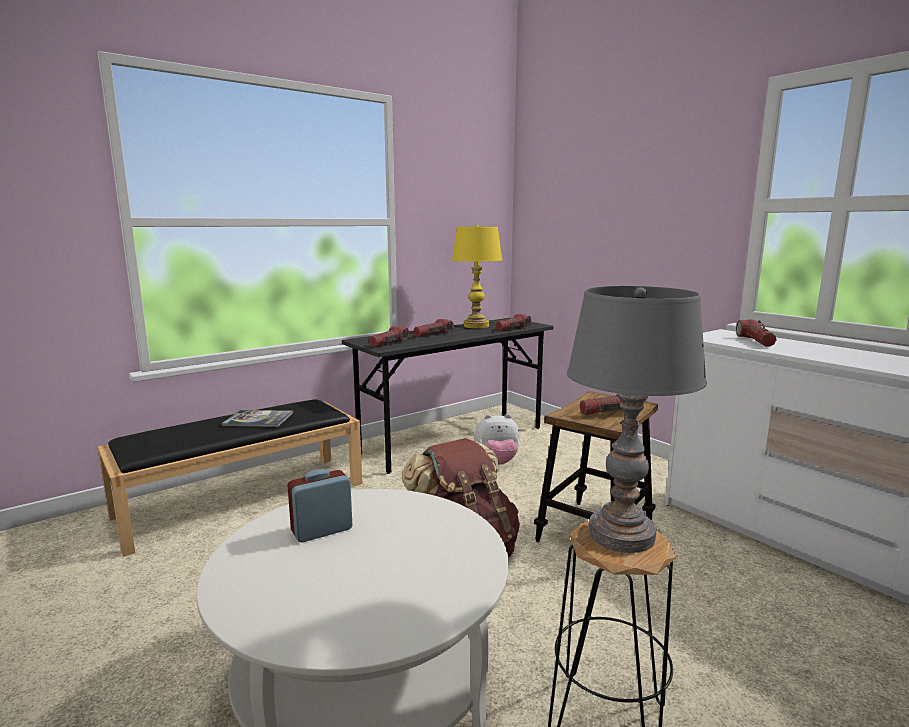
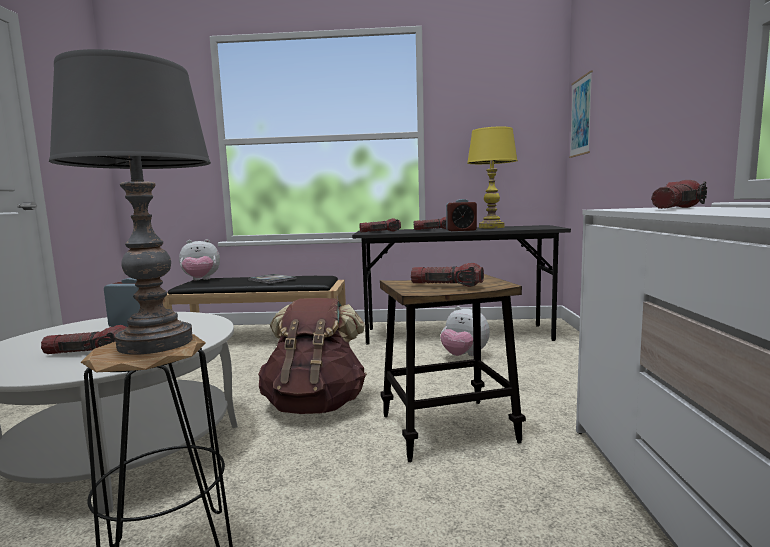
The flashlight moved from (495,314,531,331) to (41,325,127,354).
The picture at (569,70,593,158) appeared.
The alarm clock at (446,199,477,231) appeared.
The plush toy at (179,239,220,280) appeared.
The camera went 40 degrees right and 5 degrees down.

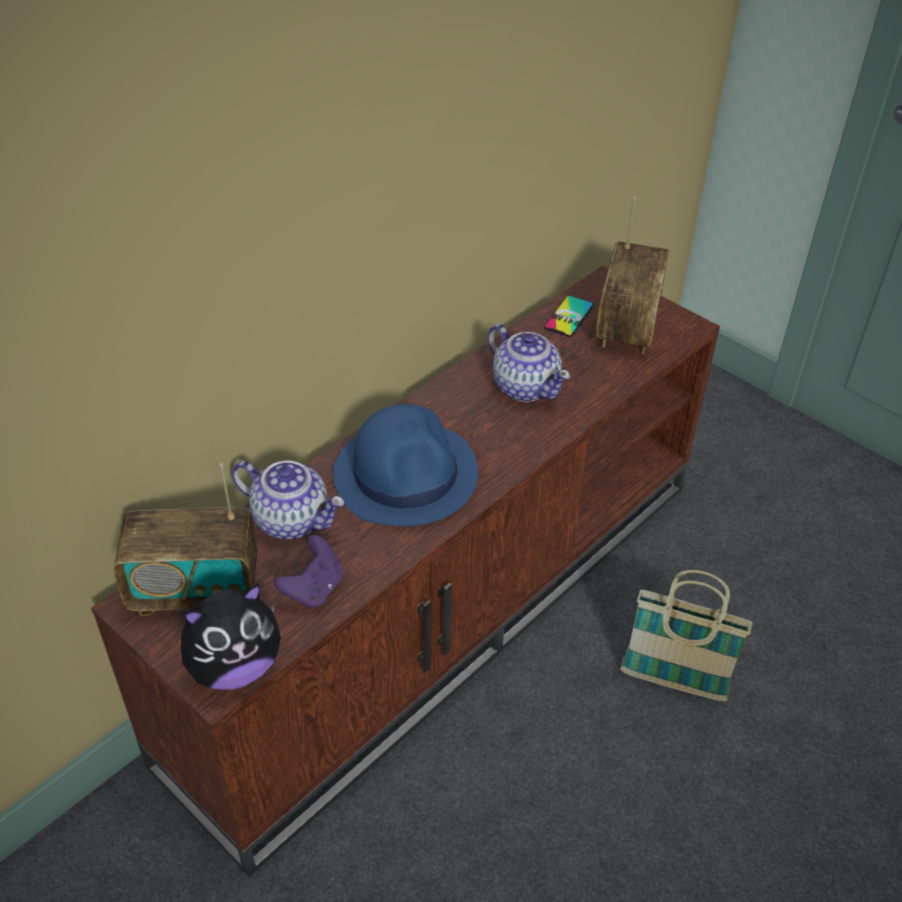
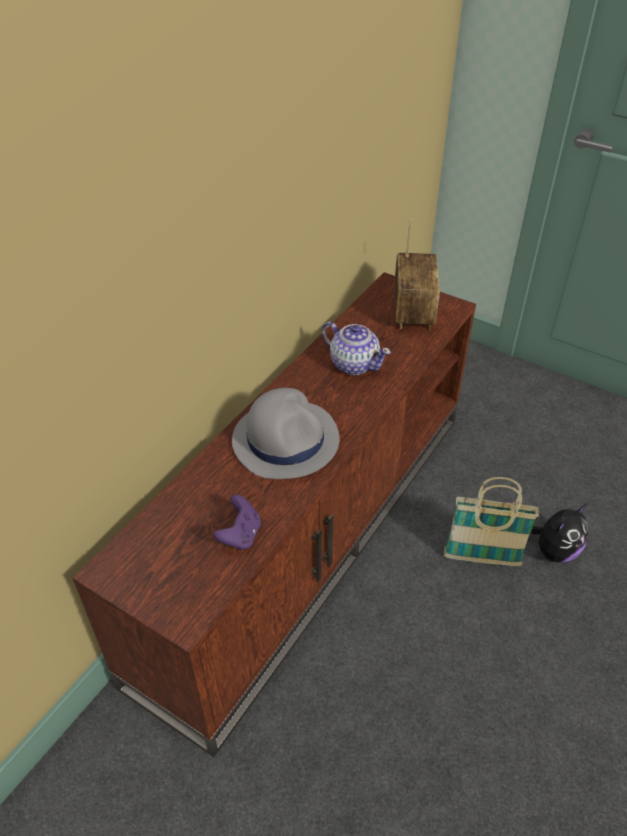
The phone at (544,295,594,337) disappeared.
The blue hat at (333,404,478,526) became the grey hat at (232,388,339,479).
The teapot at (232,461,345,539) disappeared.
The radio at (114,463,258,616) disappeared.
The plush toy moved from (181,583,281,690) to (531,504,589,563).
The camera went 10 degrees left and 0 degrees up.

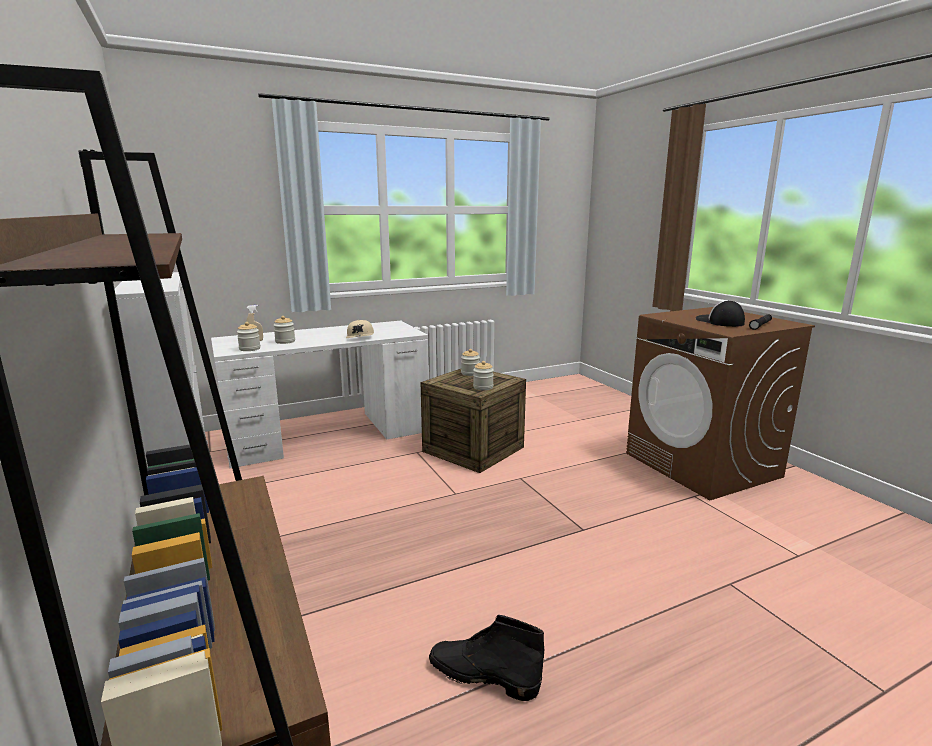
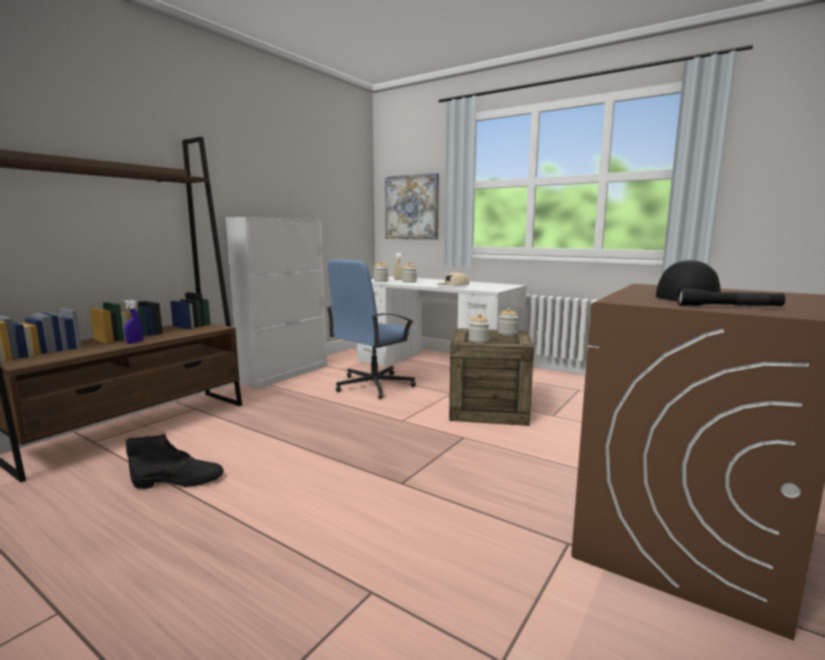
The black boot at (429,615,544,701) turned 90 degrees clockwise.
The picture at (385,173,439,240) appeared.
The blue office chair at (327,259,416,399) appeared.
The blue spray bottle at (123,300,143,344) appeared.
The camera went 60 degrees right and 5 degrees down.

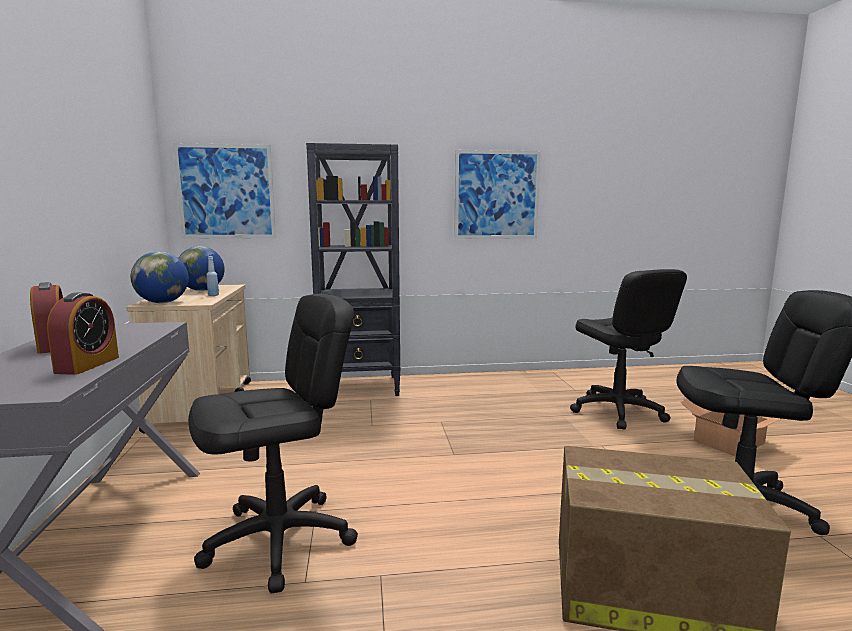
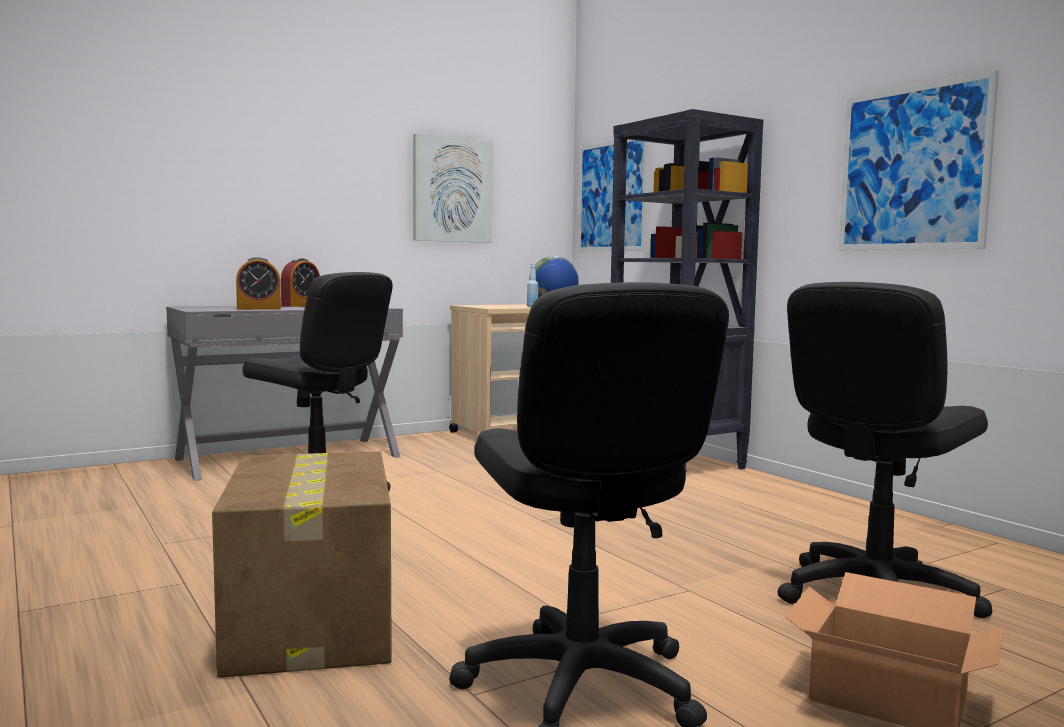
The globe at (131,252,189,303) disappeared.
The picture at (413,133,493,243) appeared.
The camera went 65 degrees right and 5 degrees down.

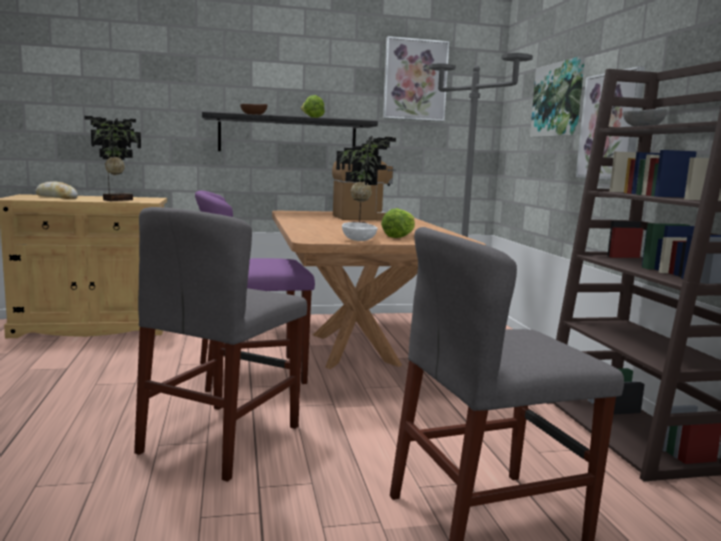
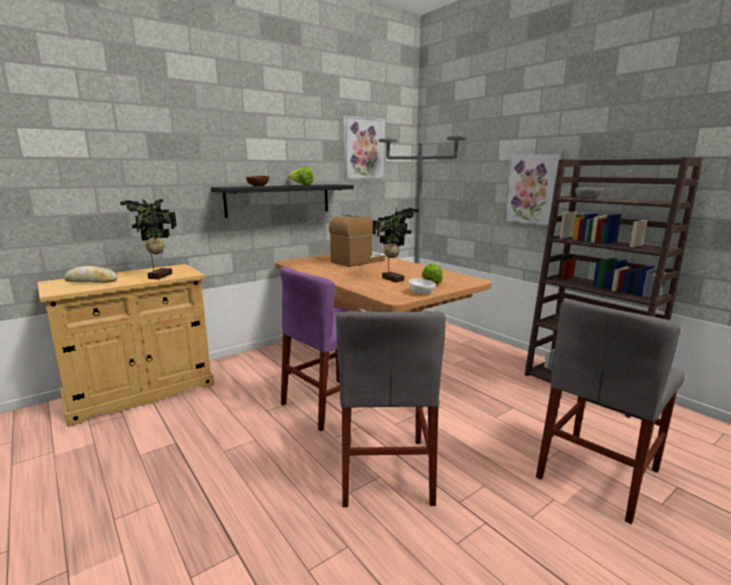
The picture at (530,56,585,137) disappeared.
The camera went 25 degrees left and 5 degrees up.

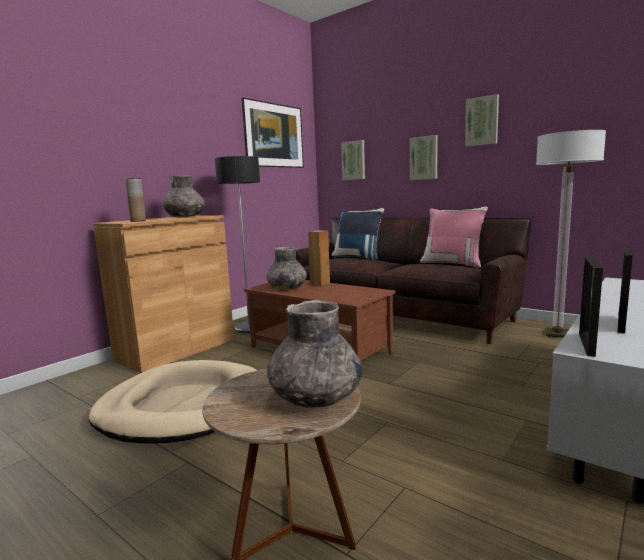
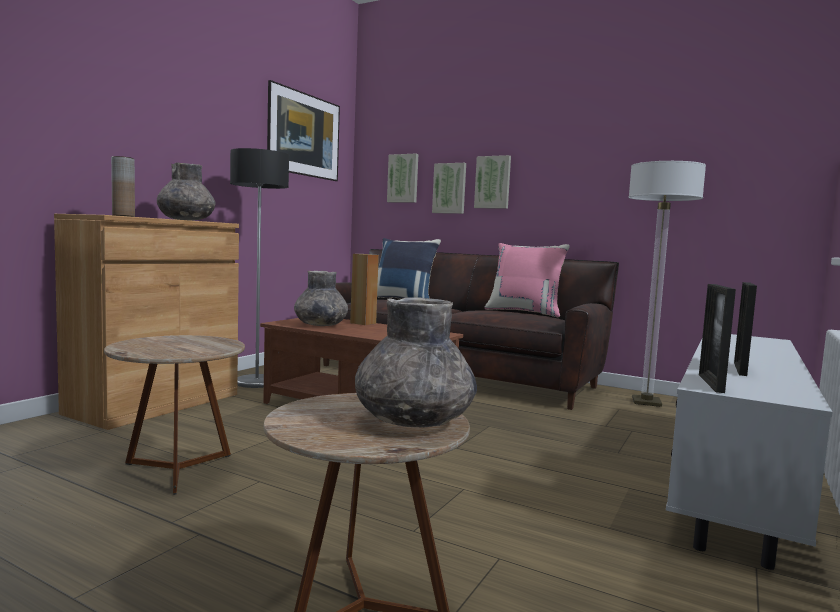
The picture moved from (465,94,499,147) to (432,163,466,214).
The beige dog bed at (88,360,256,443) was replaced by the brown side table at (104,335,245,495).
The camera went 10 degrees left and 5 degrees down.

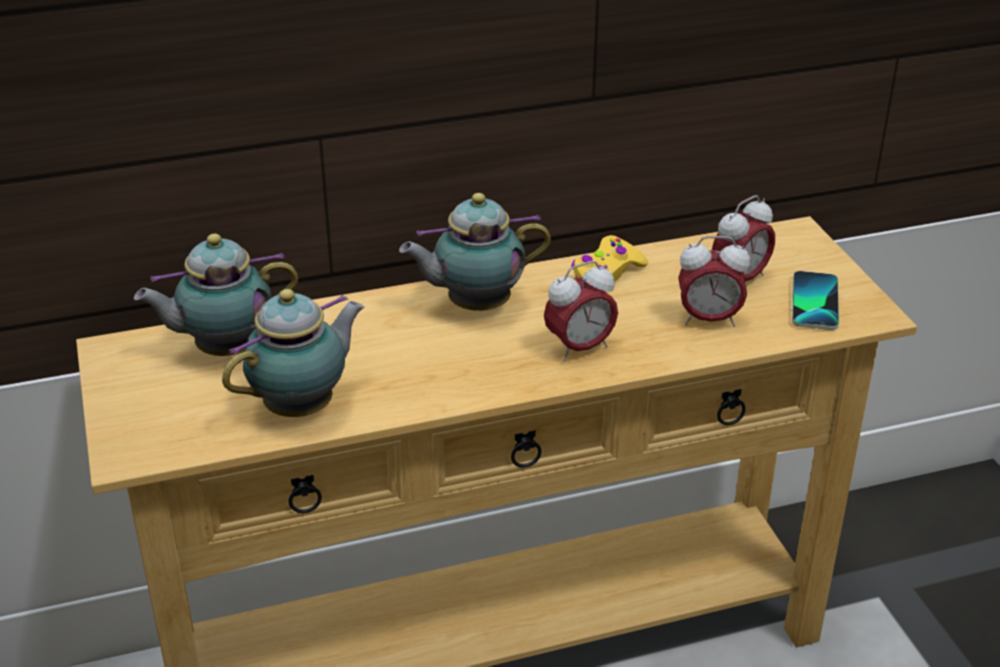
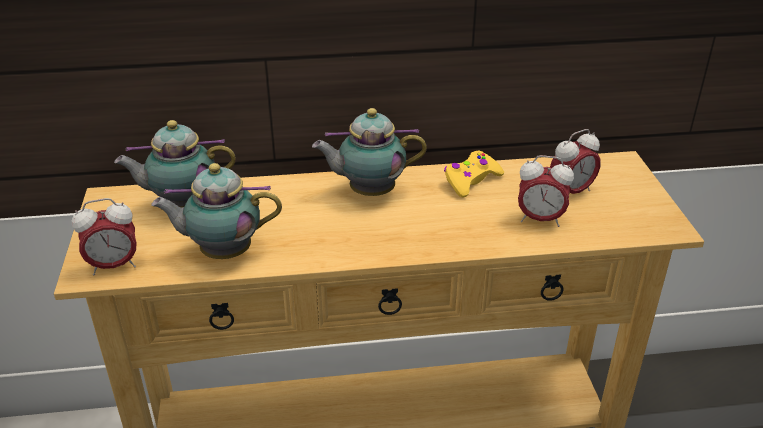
The alarm clock moved from (544,261,618,361) to (72,198,136,276).
The phone at (792,271,839,330) disappeared.
The teapot at (222,289,364,417) turned 150 degrees counterclockwise.
The camera went 10 degrees right and 0 degrees up.

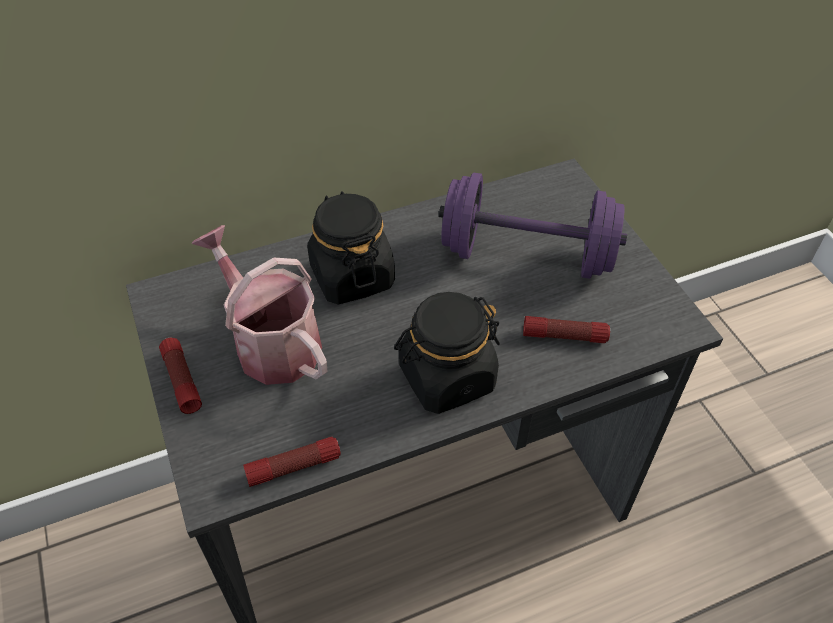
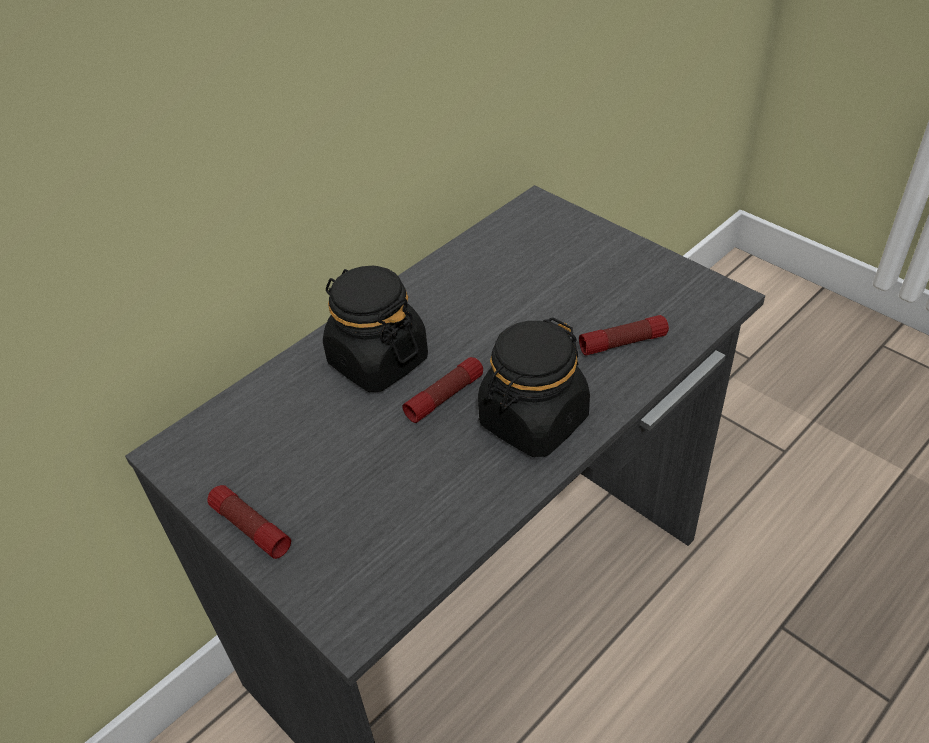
The purple dumbbell at (439,173,627,279) disappeared.
The watering can at (191,225,328,385) disappeared.
The flashlight moved from (243,437,341,487) to (402,357,483,423).
The camera went 20 degrees left and 5 degrees down.

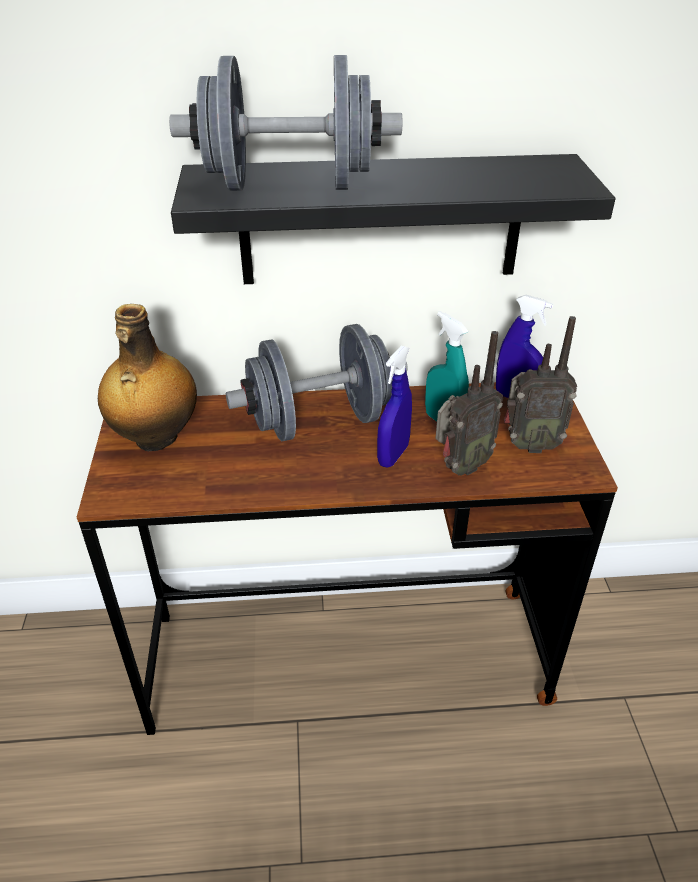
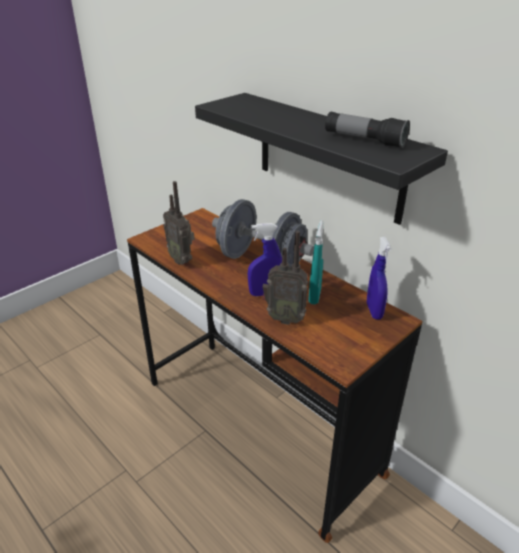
The grey dumbbell at (169,55,402,191) disappeared.
The bottle at (98,304,197,451) disappeared.
The radio moved from (504,316,577,453) to (163,181,195,265).
The flashlight at (325,112,410,148) appeared.
The camera went 50 degrees right and 5 degrees down.

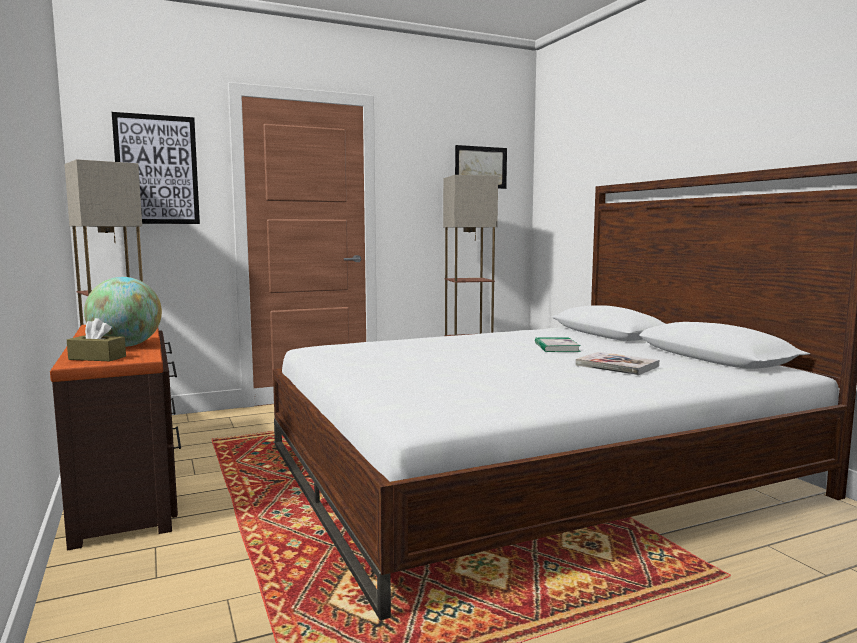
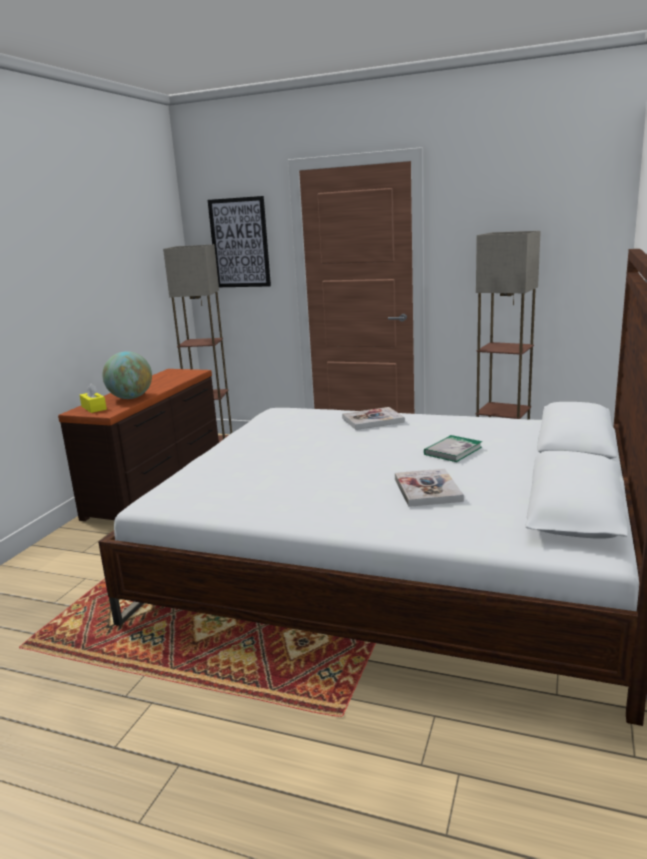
The picture at (455,145,507,189) disappeared.
The brown tissue box at (67,318,126,361) became the yellow tissue box at (80,383,107,413).
The book at (342,407,405,430) appeared.
The camera went 45 degrees right and 10 degrees up.

